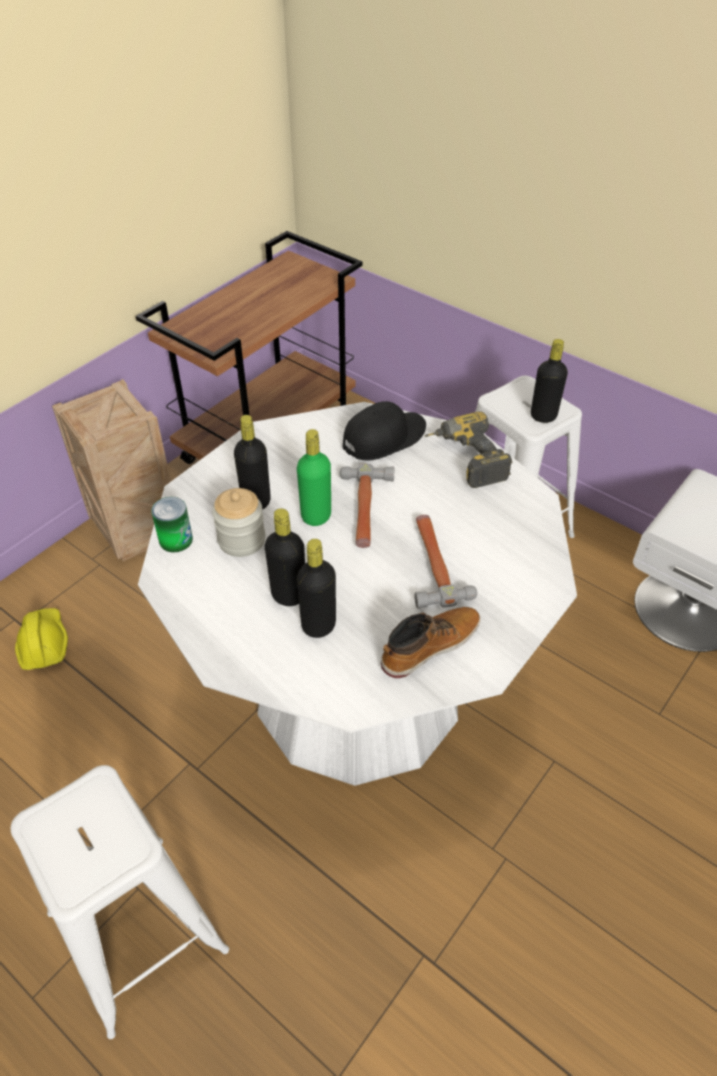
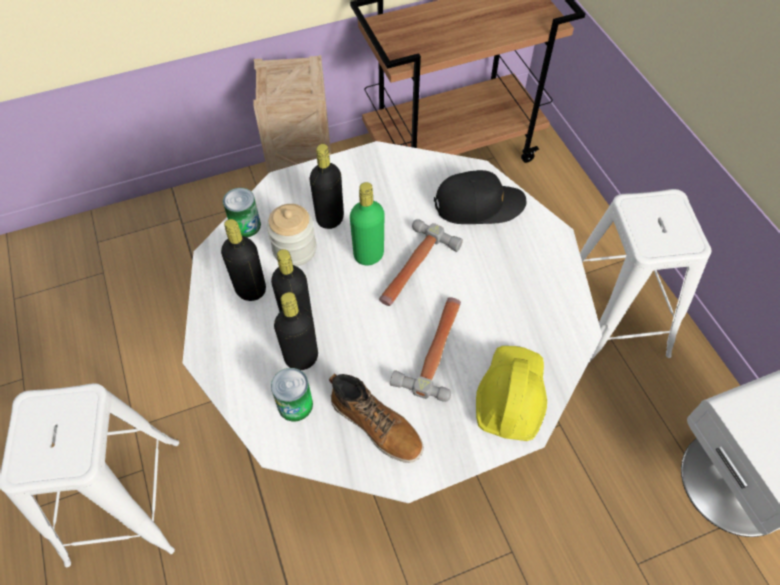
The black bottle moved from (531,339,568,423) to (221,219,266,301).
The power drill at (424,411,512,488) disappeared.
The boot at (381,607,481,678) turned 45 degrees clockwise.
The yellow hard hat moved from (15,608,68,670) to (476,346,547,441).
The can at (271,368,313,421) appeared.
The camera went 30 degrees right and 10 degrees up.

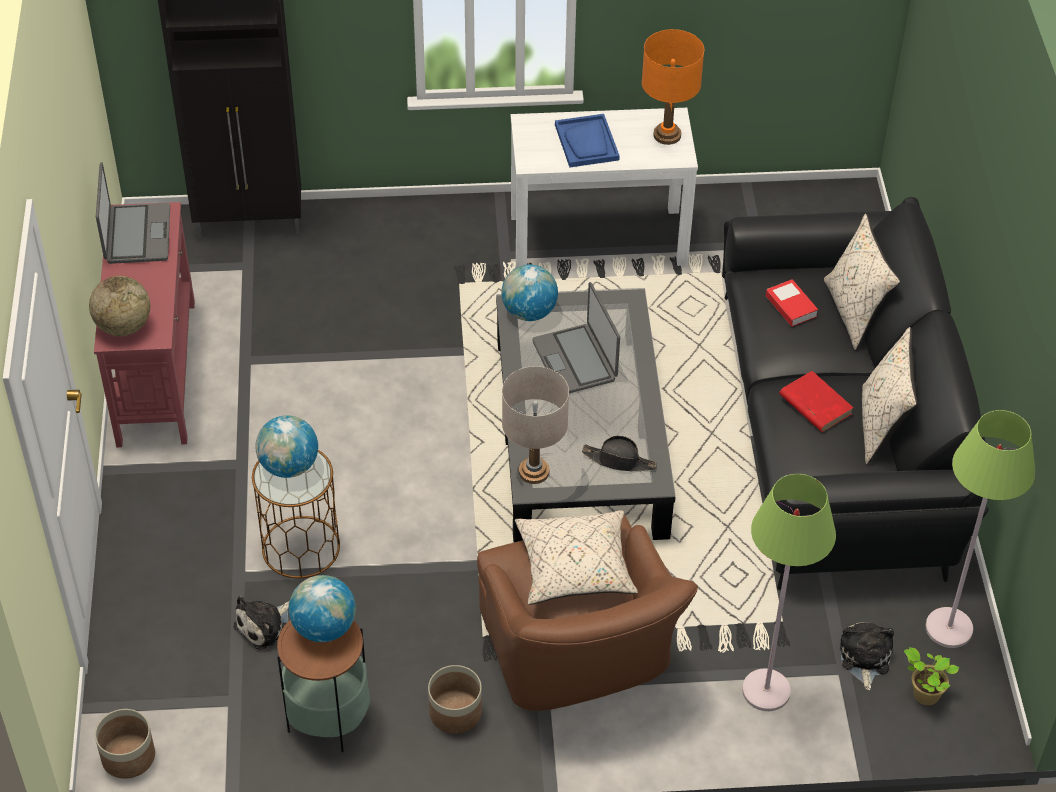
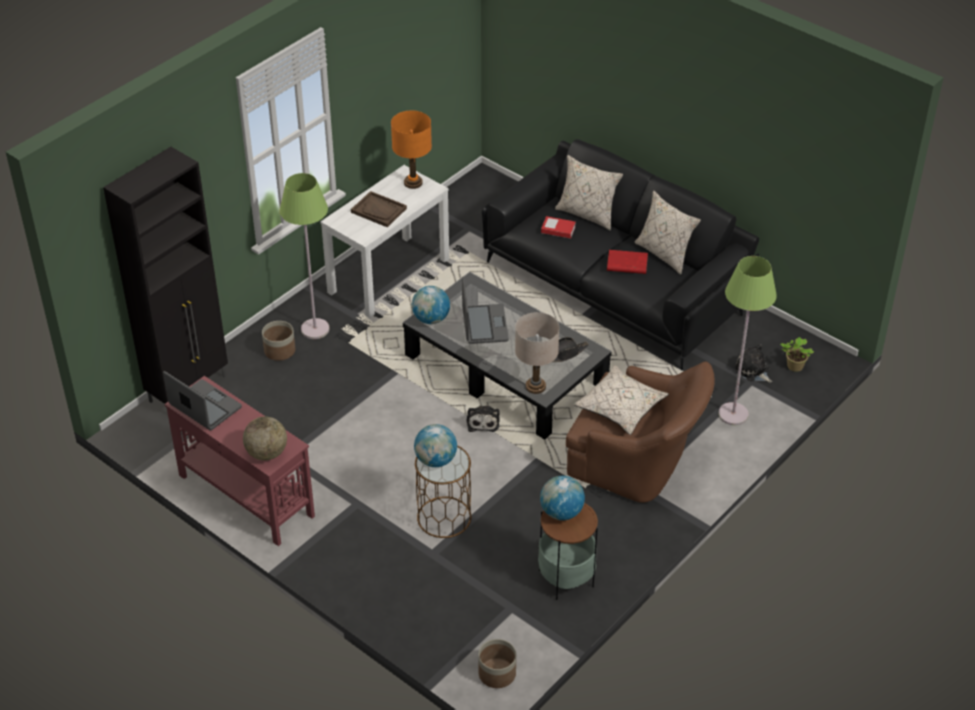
The blue tray at (555,114,620,168) became the brown tray at (351,191,407,227).
The laptop at (532,282,620,393) turned 120 degrees counterclockwise.
The green floor lamp moved from (926,410,1036,648) to (279,173,330,339).
The plush toy moved from (233,596,289,650) to (466,405,500,432).
The planter moved from (428,665,482,734) to (262,321,295,361).
The camera went 45 degrees left and 5 degrees down.

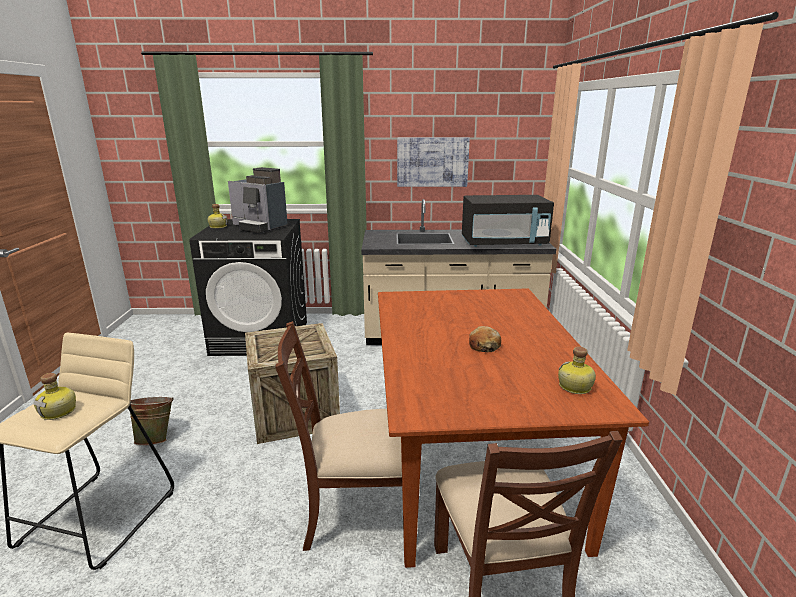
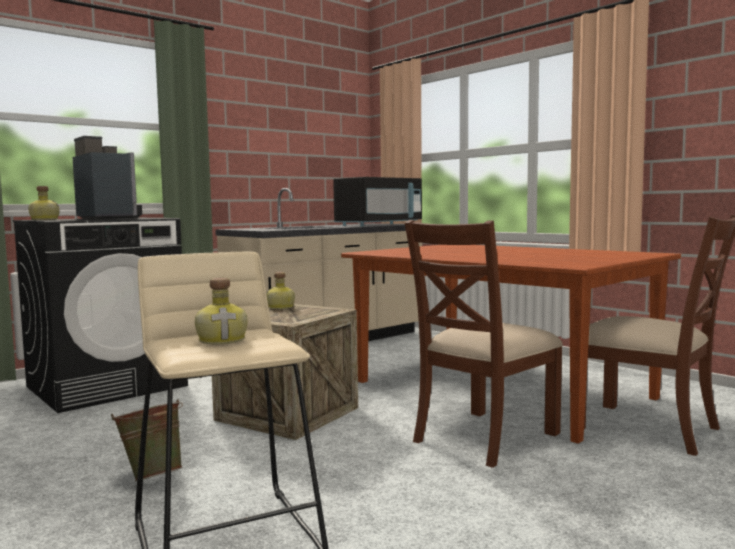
The picture at (397,137,470,187) disappeared.
The coffee machine at (228,167,288,234) turned 120 degrees counterclockwise.
The bread at (469,326,501,352) disappeared.
The bottle moved from (558,347,596,394) to (266,272,295,309).
The camera went 40 degrees left and 15 degrees down.

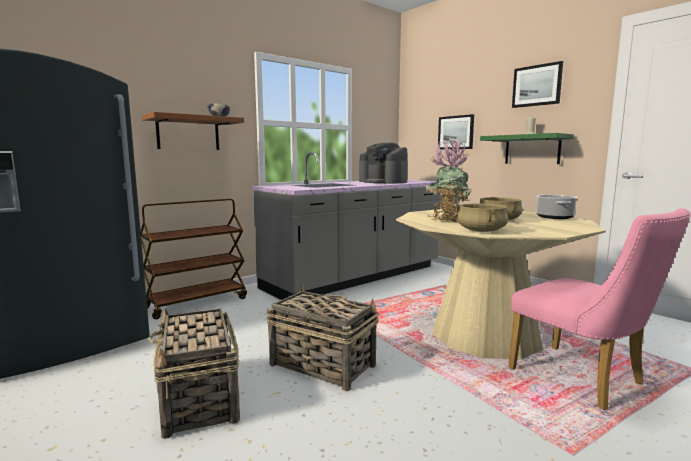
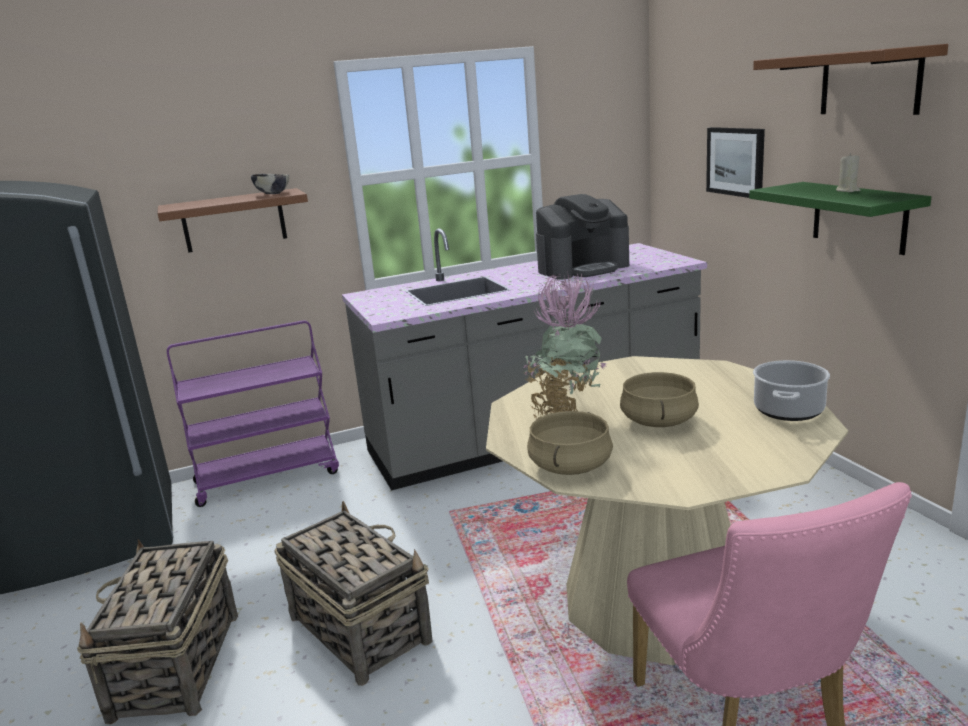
The picture at (512,61,563,108) was replaced by the brown shelf at (753,44,948,115).
The coffee machine at (359,143,408,184) turned 90 degrees counterclockwise.
The brown cart at (141,199,247,319) became the purple cart at (167,320,339,507).
The camera went 20 degrees right and 10 degrees up.

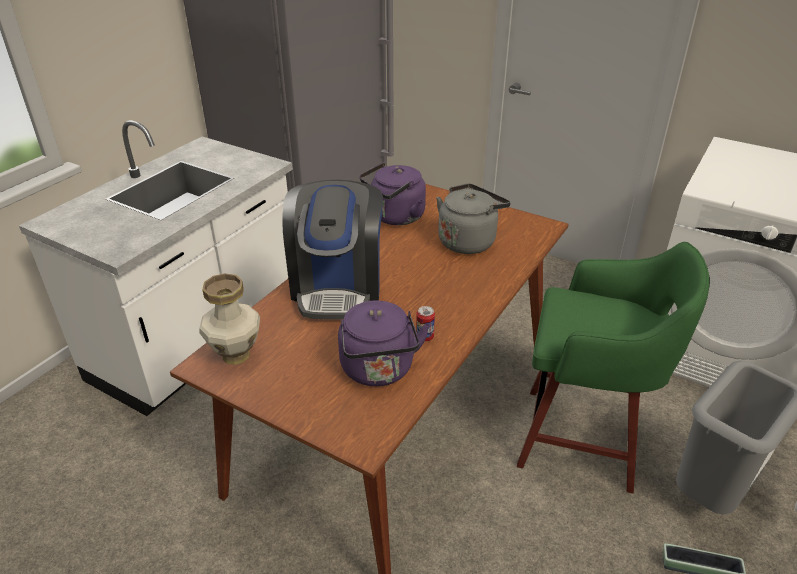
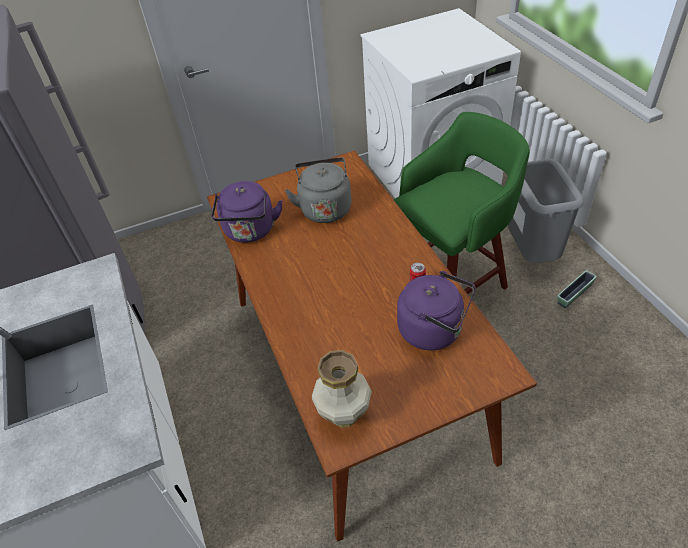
The coffee machine at (283,180,383,320) disappeared.
The camera went 50 degrees left and 10 degrees up.

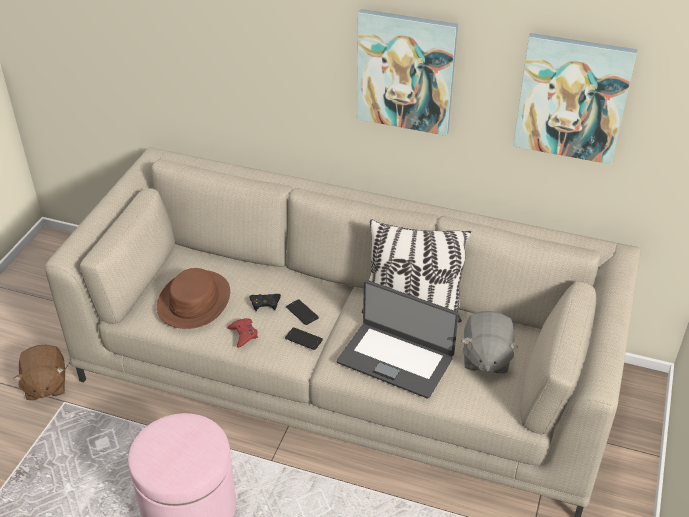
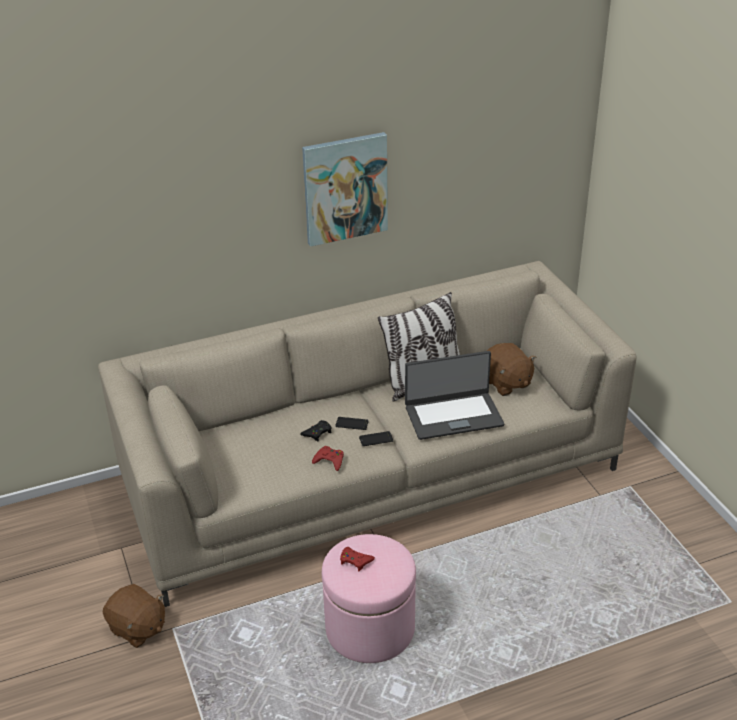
The picture at (513,33,637,164) disappeared.
The brown hat at (157,268,230,329) disappeared.
The grey plush toy at (462,311,518,374) became the brown plush toy at (487,343,536,396).
The red game controller at (340,547,375,571) appeared.
The camera went 40 degrees left and 5 degrees down.

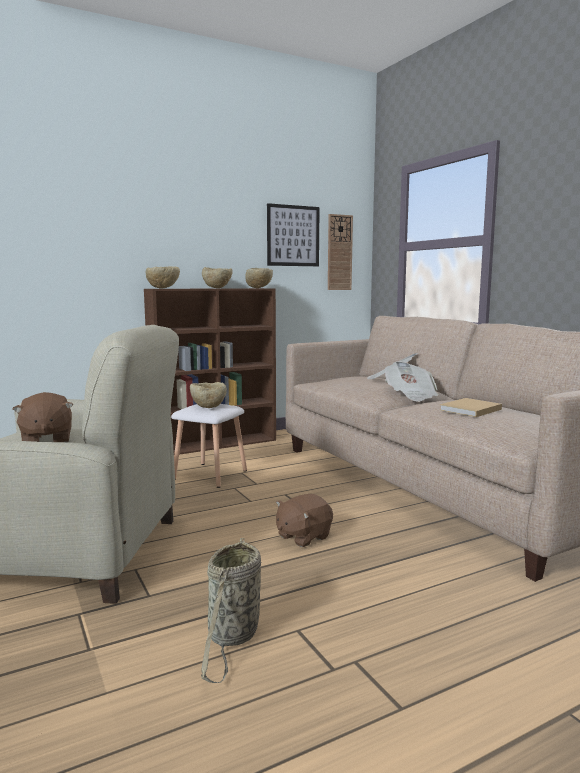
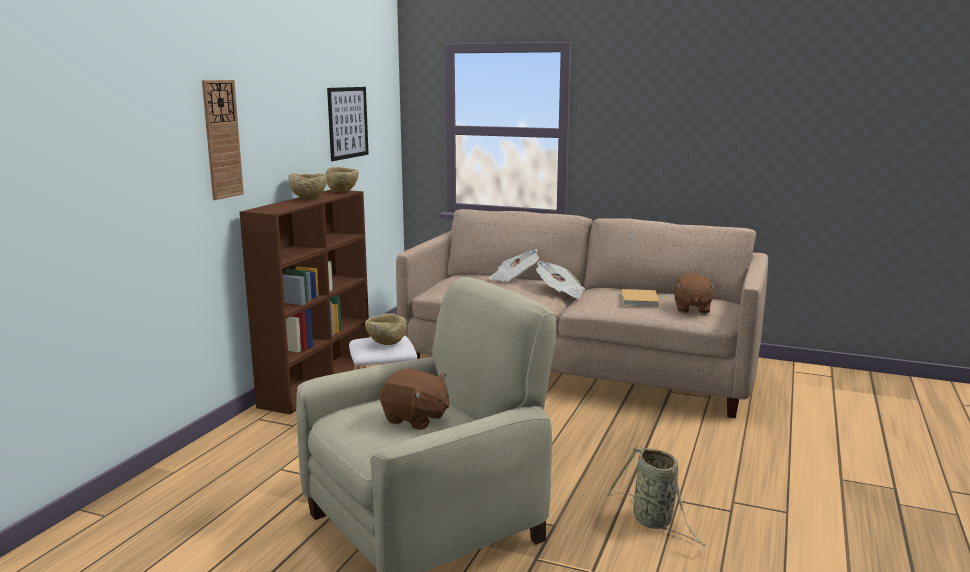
The wall clock moved from (328,214,353,290) to (202,80,244,200).
The beige bowl at (146,266,180,289) disappeared.
The brown plush toy moved from (276,494,333,547) to (674,273,717,314).
The camera went 40 degrees left and 5 degrees up.

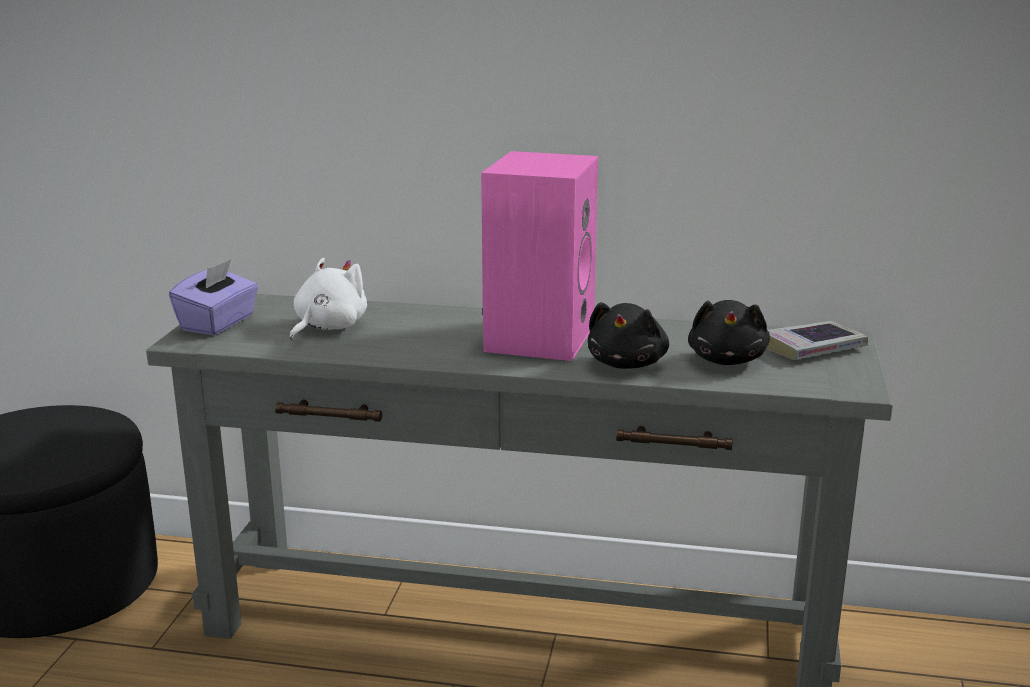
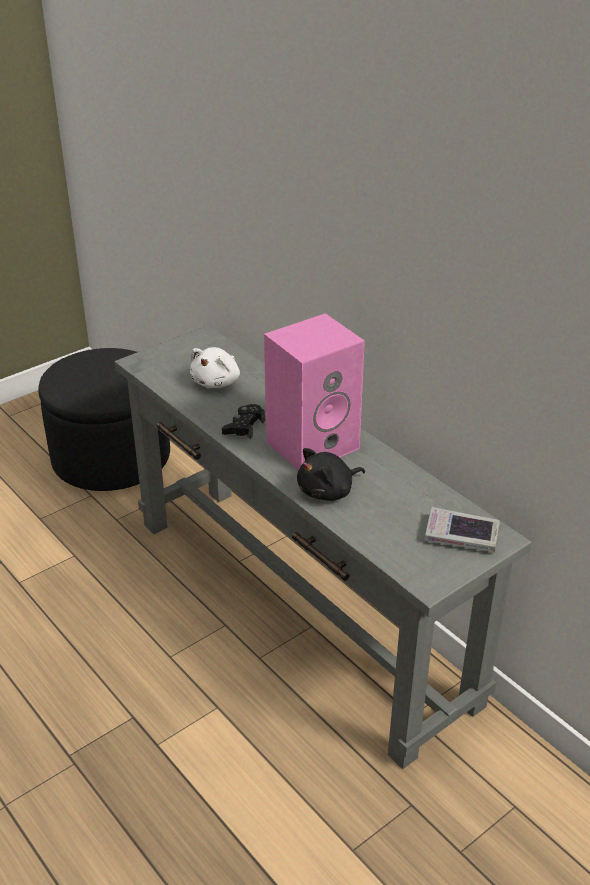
The white plush toy at (290,258,367,340) turned 135 degrees clockwise.
The purple tissue box at (169,260,259,335) disappeared.
The black plush toy at (688,300,770,365) disappeared.
The black game controller at (222,404,265,439) appeared.
The camera went 40 degrees right and 15 degrees up.

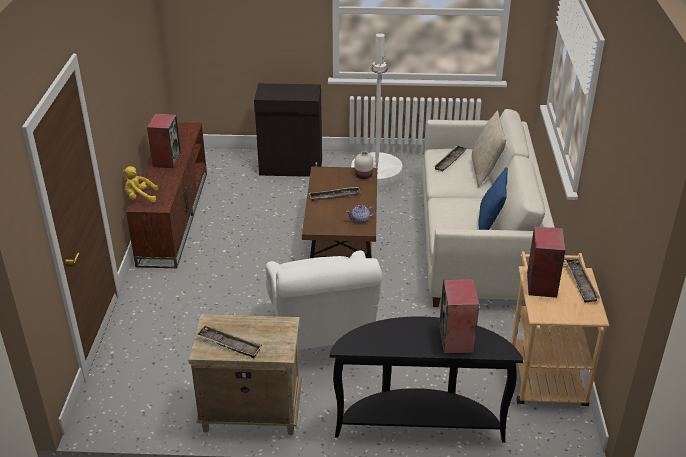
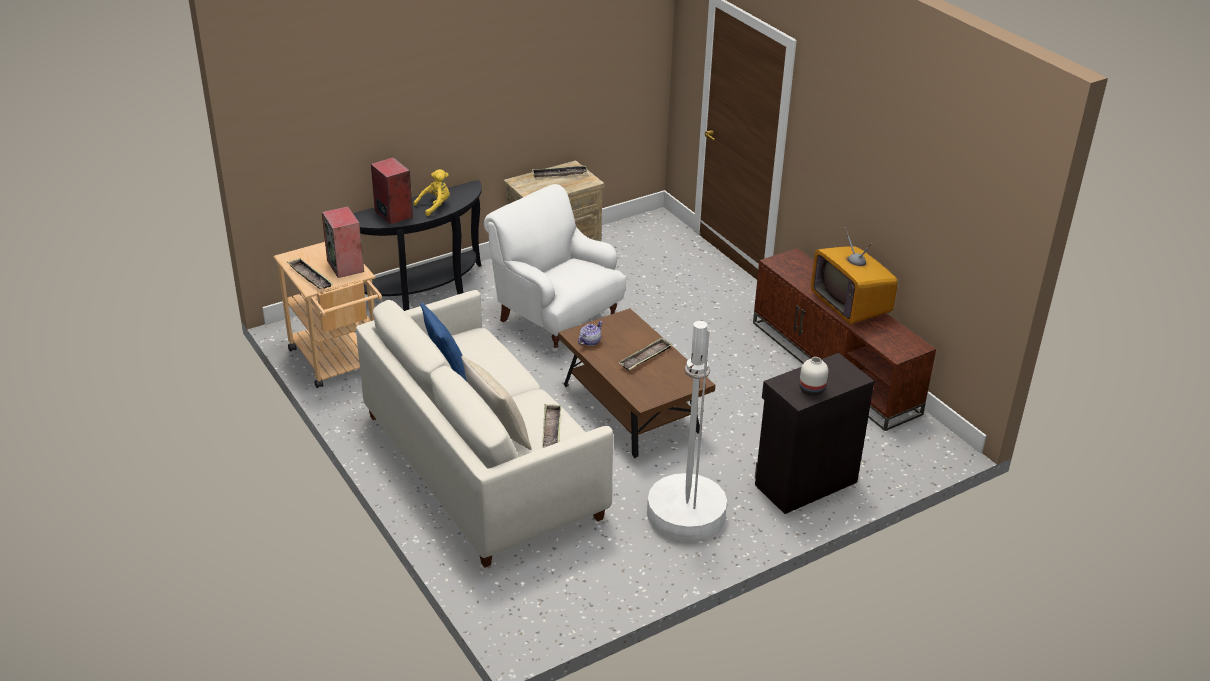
The speaker at (147,114,181,168) was replaced by the television at (811,227,898,325).
The white vase moved from (355,151,374,179) to (799,357,828,396).
The yellow plush toy moved from (123,166,158,202) to (413,169,450,216).
The camera went 145 degrees right and 0 degrees up.

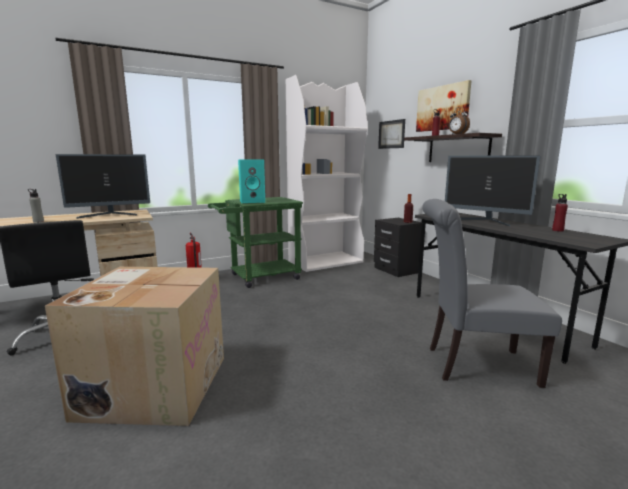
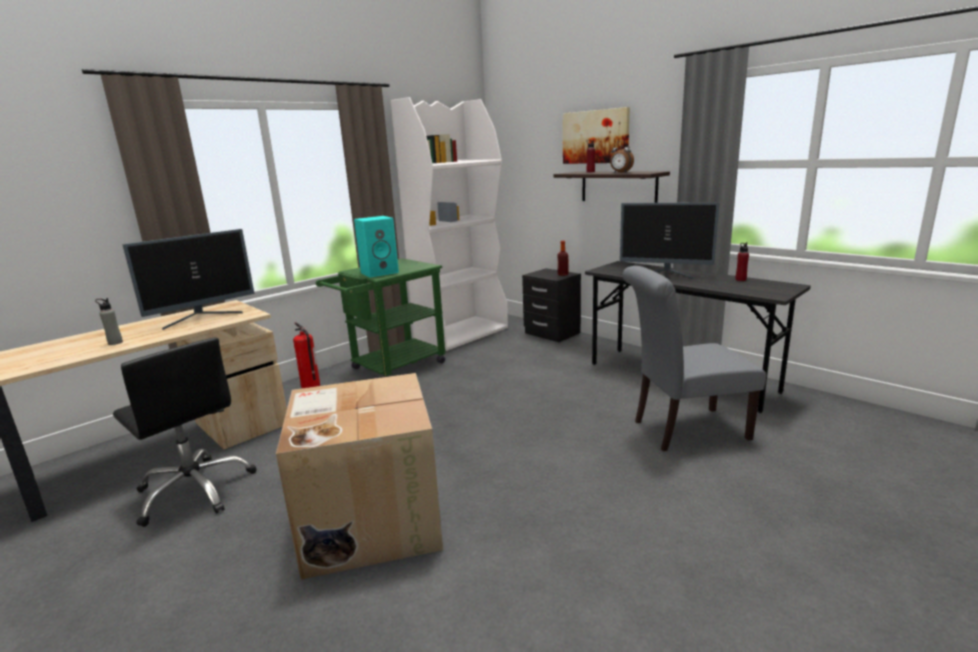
The picture at (378,119,405,149) disappeared.
The camera went 15 degrees left and 5 degrees up.

